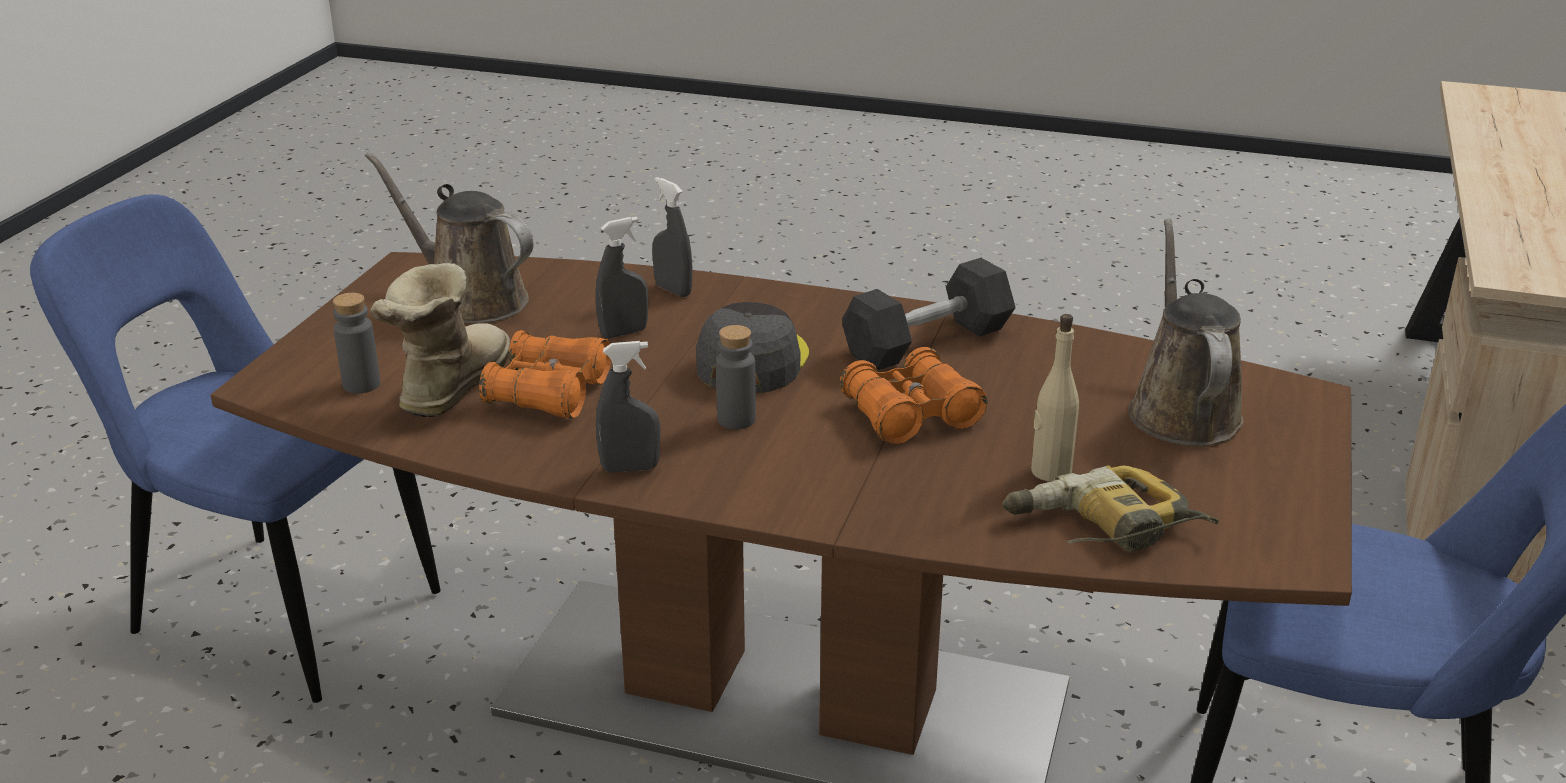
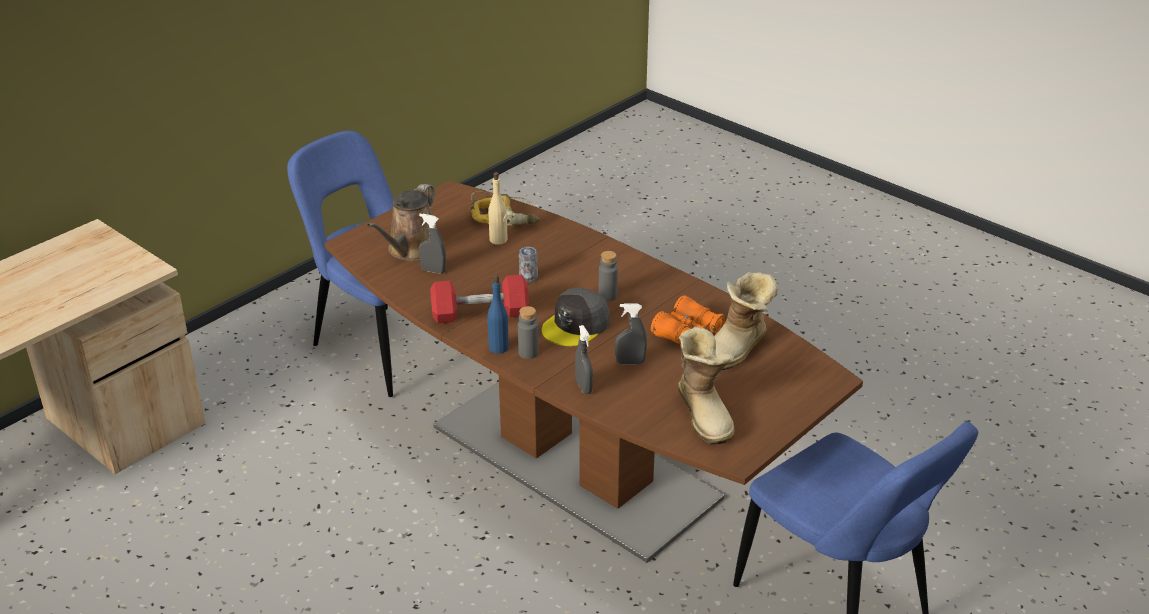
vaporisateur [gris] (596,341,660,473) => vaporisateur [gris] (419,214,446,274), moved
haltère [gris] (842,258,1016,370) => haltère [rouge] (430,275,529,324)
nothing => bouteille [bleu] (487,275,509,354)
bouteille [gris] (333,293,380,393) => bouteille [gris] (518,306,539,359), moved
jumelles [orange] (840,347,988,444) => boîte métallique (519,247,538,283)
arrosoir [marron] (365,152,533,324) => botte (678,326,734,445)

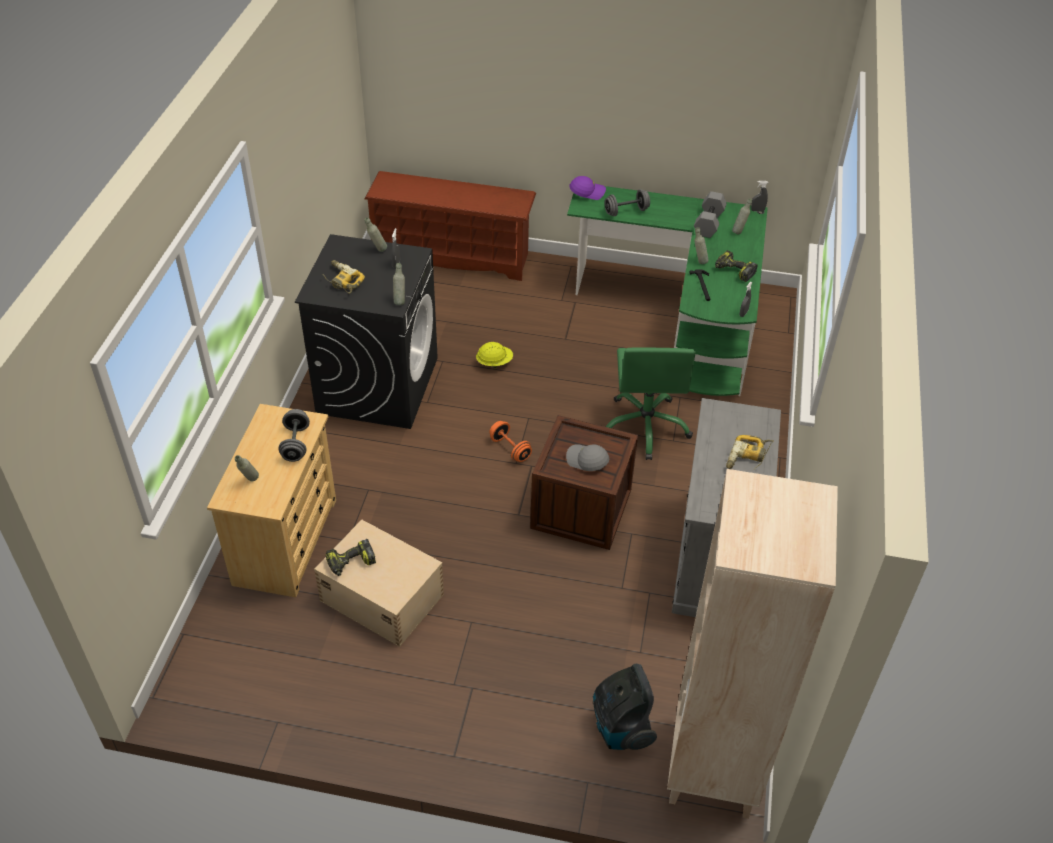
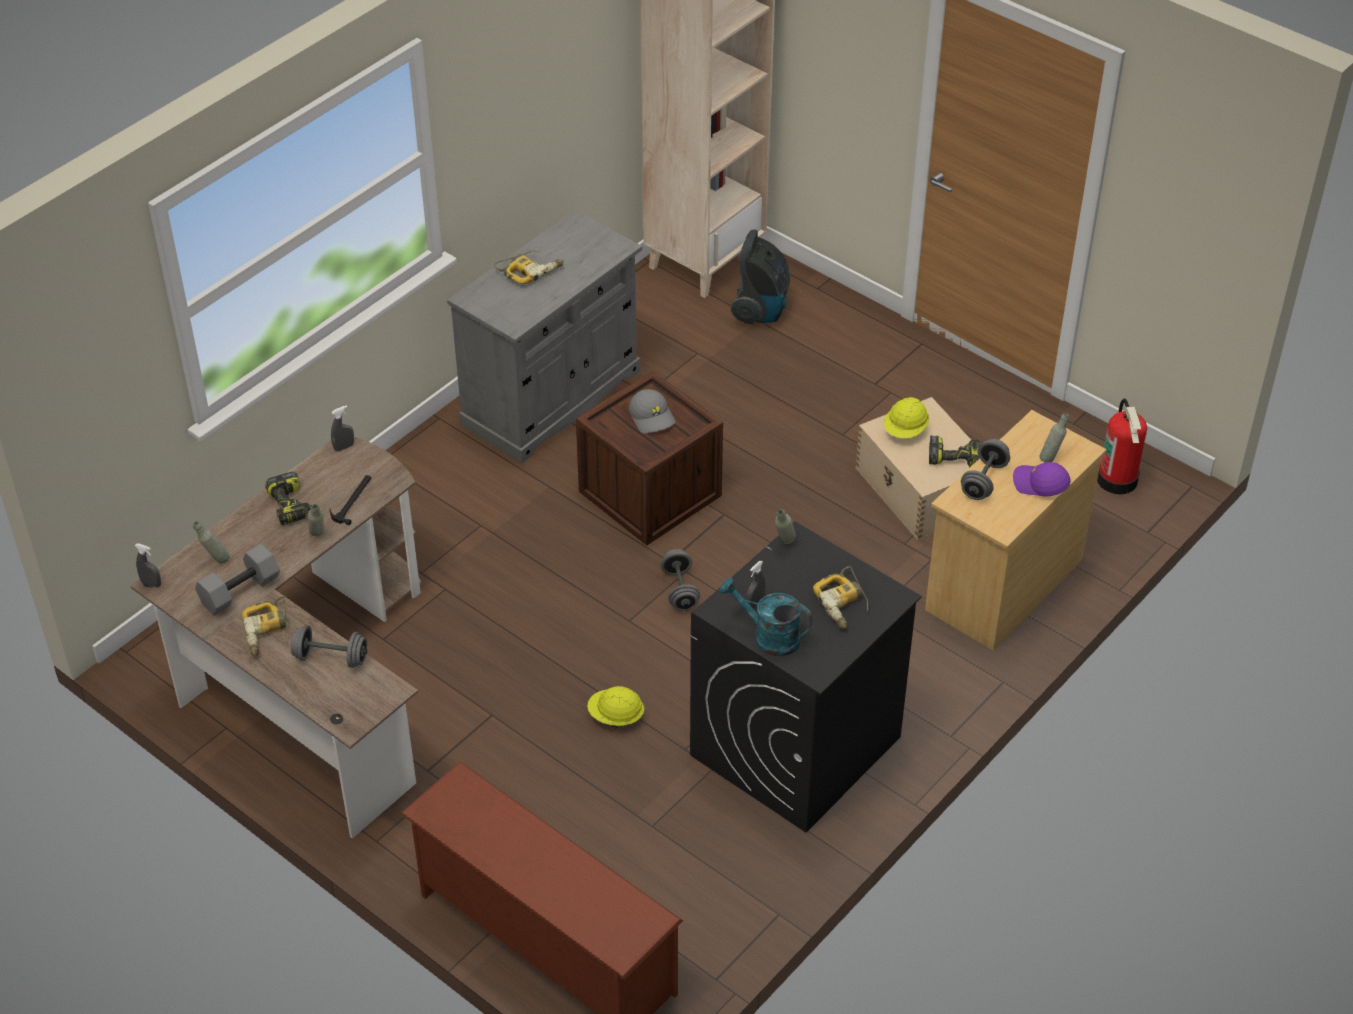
bureau [vert] (567,186,768,396) => bureau [marron] (131,437,421,838)
nothing => perceuse (242,596,288,656)
haltère [orange] (489,421,532,462) => haltère [gris] (661,549,700,611)
bouteille [gris] (364,217,387,252) => arrosoir [turquoise] (719,577,813,657)
nothing => casque de chantier [jaune] (884,397,929,438)
casquette [violet] (569,176,606,200) => casquette [violet] (1013,462,1071,497), moved
nothing => extincteur (1097,398,1147,494)
chaise de bureau [vert] (606,347,696,460) => nothing

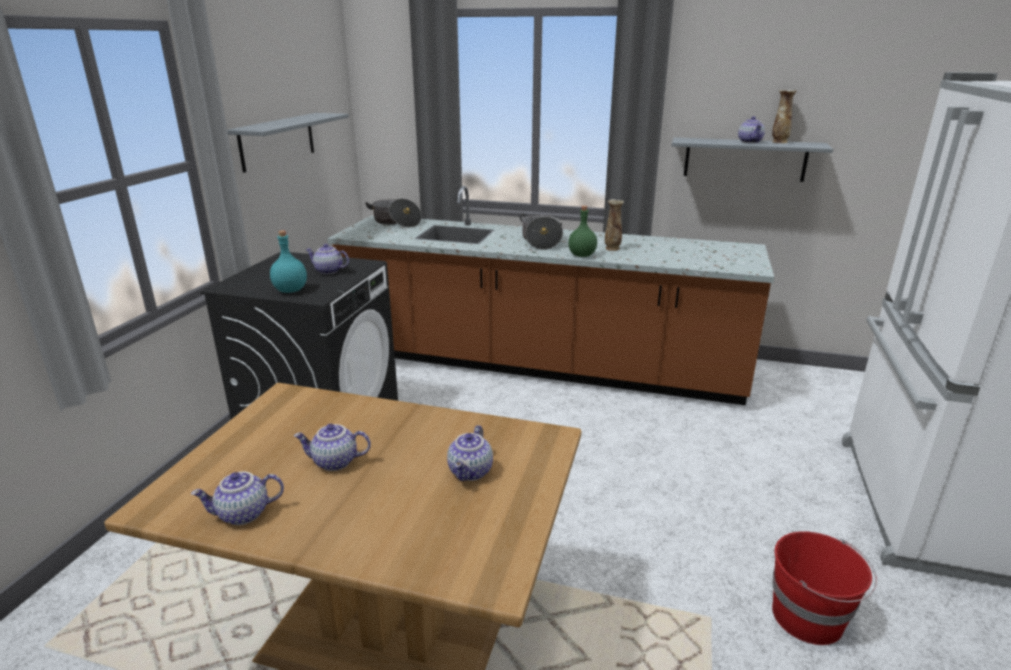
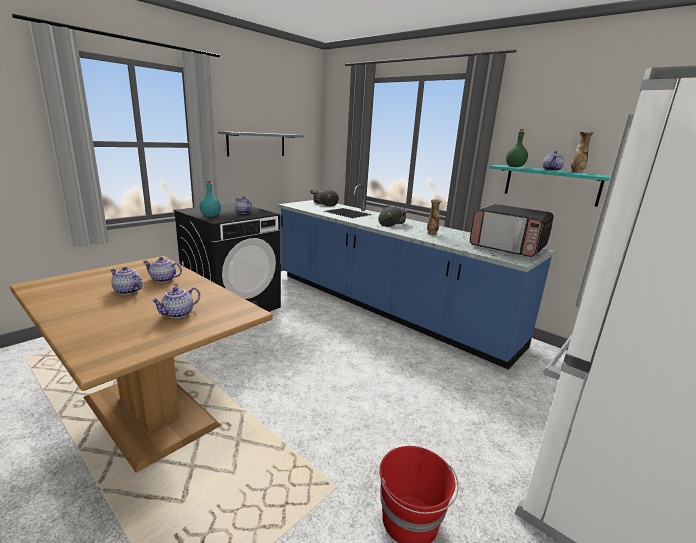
théière (191,472,284,525) => théière (143,257,182,283), moved
comptoir de cuisine [marron] (328,186,774,405) => comptoir de cuisine [bleu] (278,185,555,370)
nothing => micro-ondes (470,204,554,257)
étagère [gris] (672,137,833,182) => étagère [turquoise] (489,165,616,207)
bouteille [vert] (568,206,597,257) => bouteille [vert] (506,129,528,167), moved

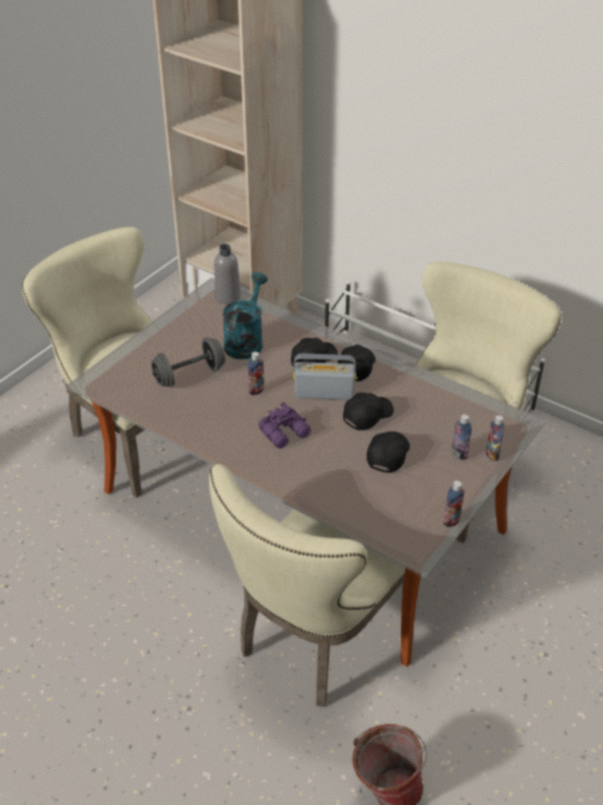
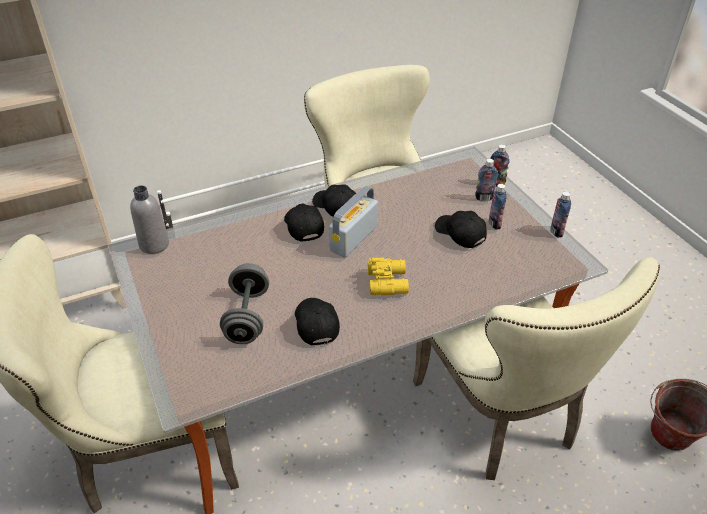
casquette [noir] (343,393,394,430) => casquette [noir] (295,298,340,345), moved
jumelles [violet] (258,402,311,449) => jumelles [jaune] (368,258,409,295)
bouteille (248,352,264,395) => bouteille (488,184,507,230), moved
arrosoir [turquoise] (223,272,268,359) => nothing

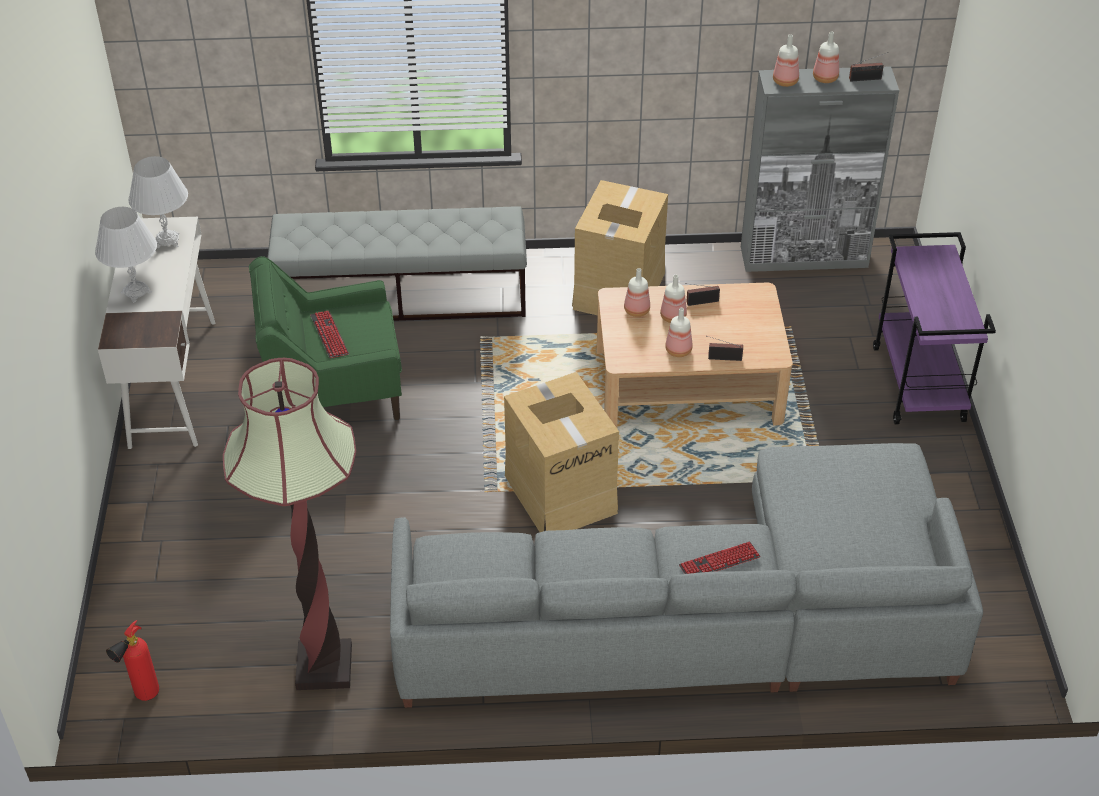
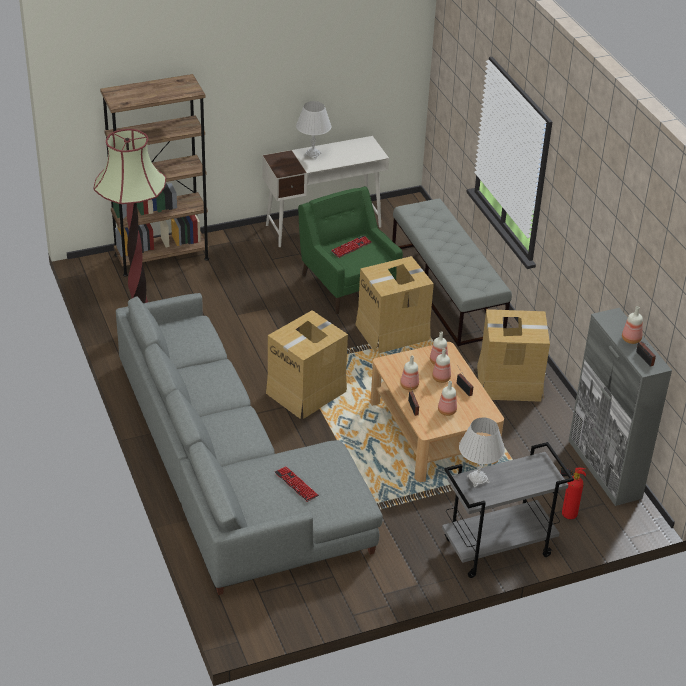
nothing => bibliothèque [marron] (100,74,209,277)
clavier (679,541,761,574) => clavier (275,466,319,502), moved
nothing => carton (356,256,434,354)
bouteille (773,34,799,87) => bouteille (438,381,457,416), moved
chariot [violet] (873,232,996,424) => chariot [gris] (442,442,574,578)
lampe de table [blanc] (128,156,188,248) => lampe de table [blanc] (459,417,505,487), moved
extincteur (106,620,159,701) => extincteur (560,467,586,519), moved

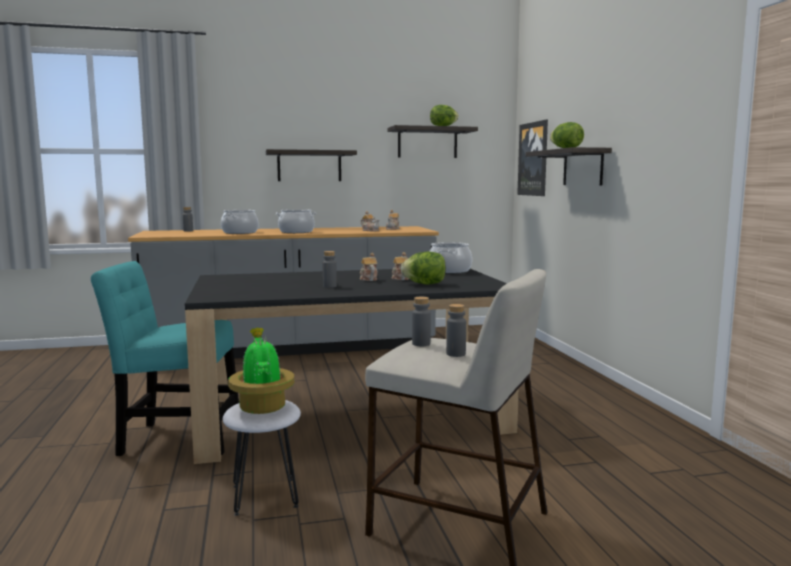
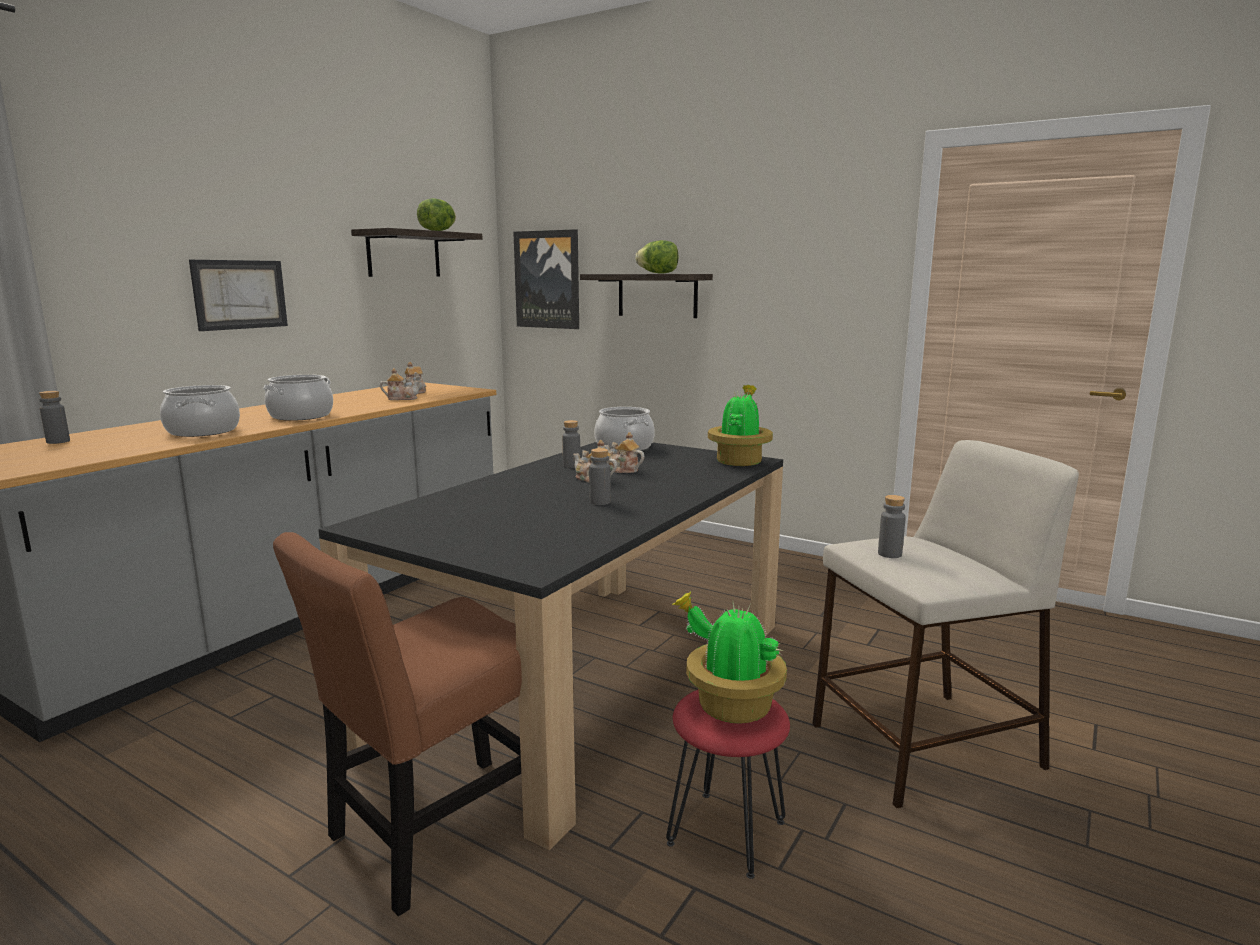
étagère (266,149,357,181) => tableau (189,260,288,331)
chaise [turquoise] (91,261,239,456) => chaise [marron] (273,532,522,916)
bouteille [gris] (446,304,466,357) => bouteille [gris] (562,420,580,468), moved
tabouret [blanc] (223,400,301,516) => tabouret [rouge] (666,690,790,879)
nothing => plante en pot (708,384,773,466)
laitue (401,252,446,284) => nothing

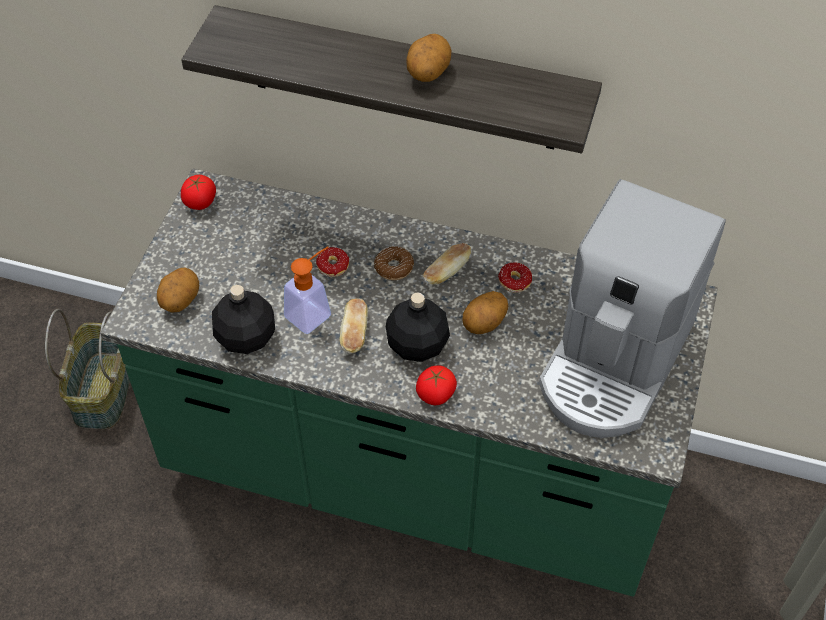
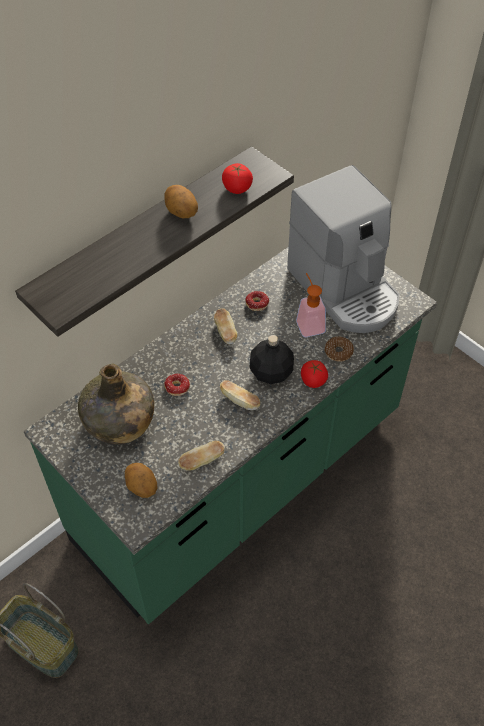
nothing => bouteille [vert] (78,364,154,444)
bouteille [noir] (212,285,275,354) => pain (178,441,225,471)
tomate (181,175,216,210) => tomate (222,163,253,194), moved
distributeur de savon (284,246,331,334) => distributeur de savon (296,273,326,337), moved
beignet (374,246,414,280) => beignet (325,336,354,362), moved
pomme de terre (463,291,508,334) => nothing

